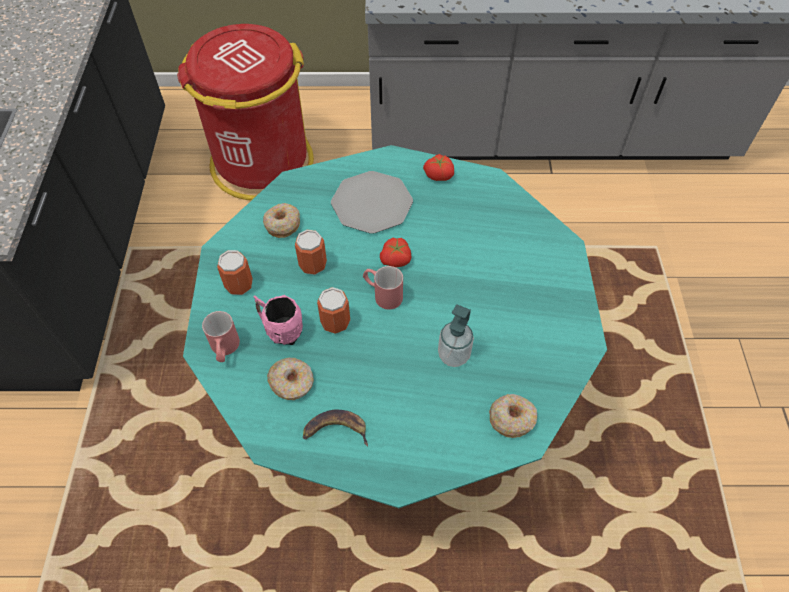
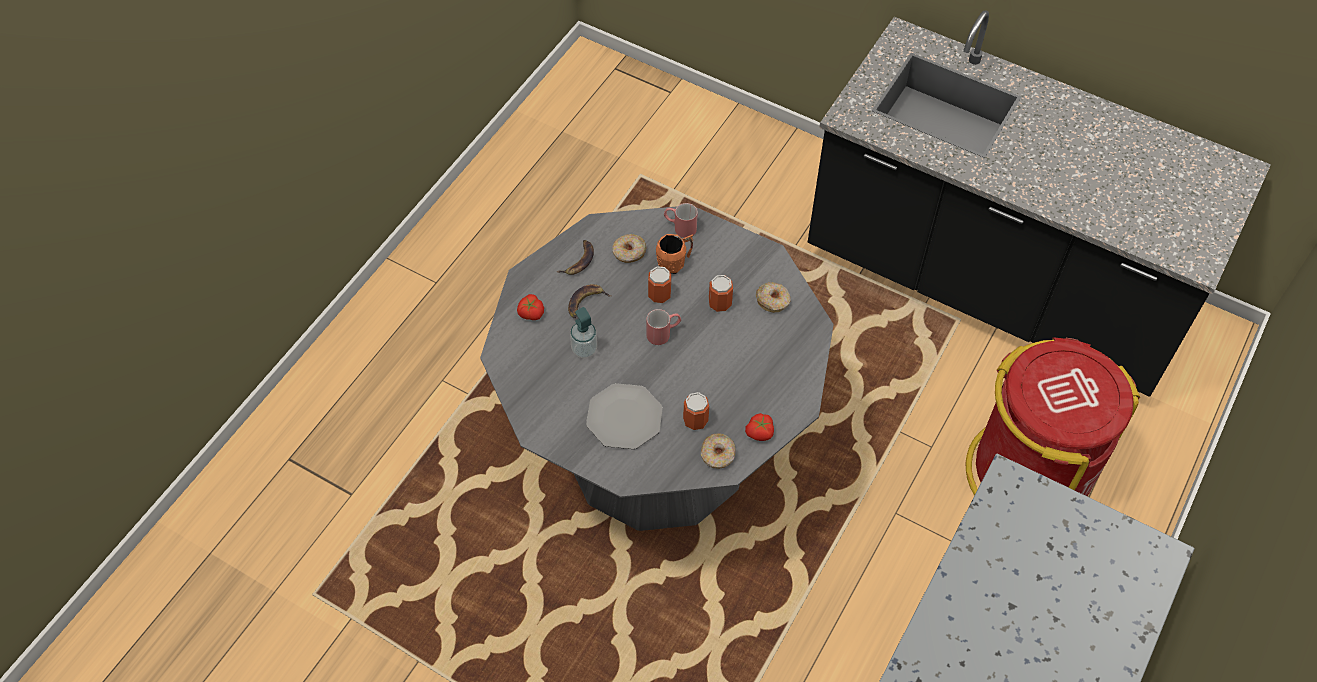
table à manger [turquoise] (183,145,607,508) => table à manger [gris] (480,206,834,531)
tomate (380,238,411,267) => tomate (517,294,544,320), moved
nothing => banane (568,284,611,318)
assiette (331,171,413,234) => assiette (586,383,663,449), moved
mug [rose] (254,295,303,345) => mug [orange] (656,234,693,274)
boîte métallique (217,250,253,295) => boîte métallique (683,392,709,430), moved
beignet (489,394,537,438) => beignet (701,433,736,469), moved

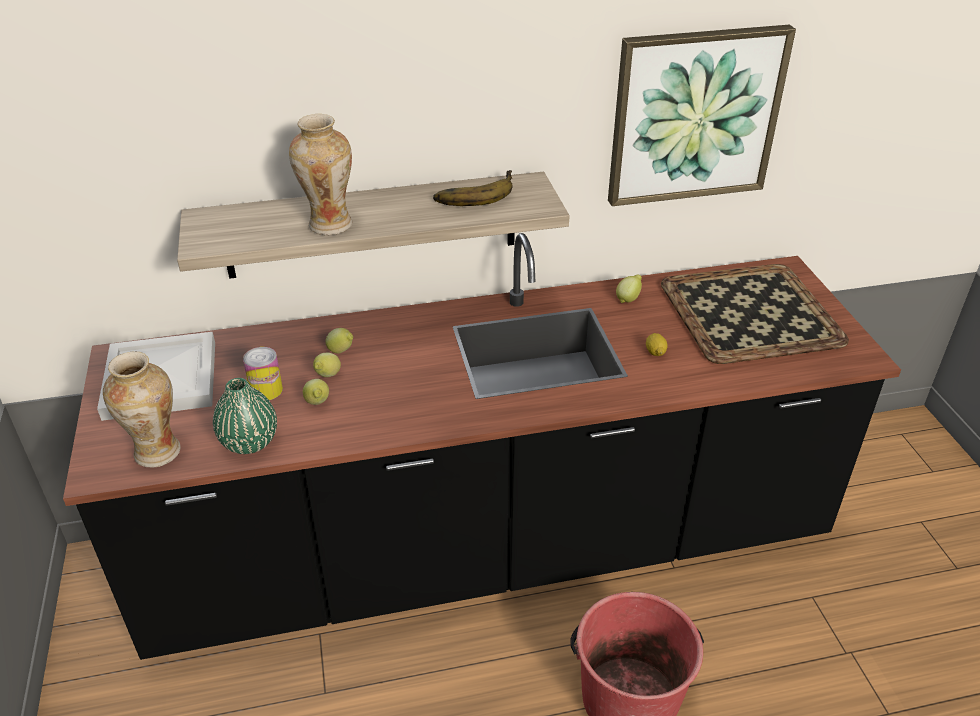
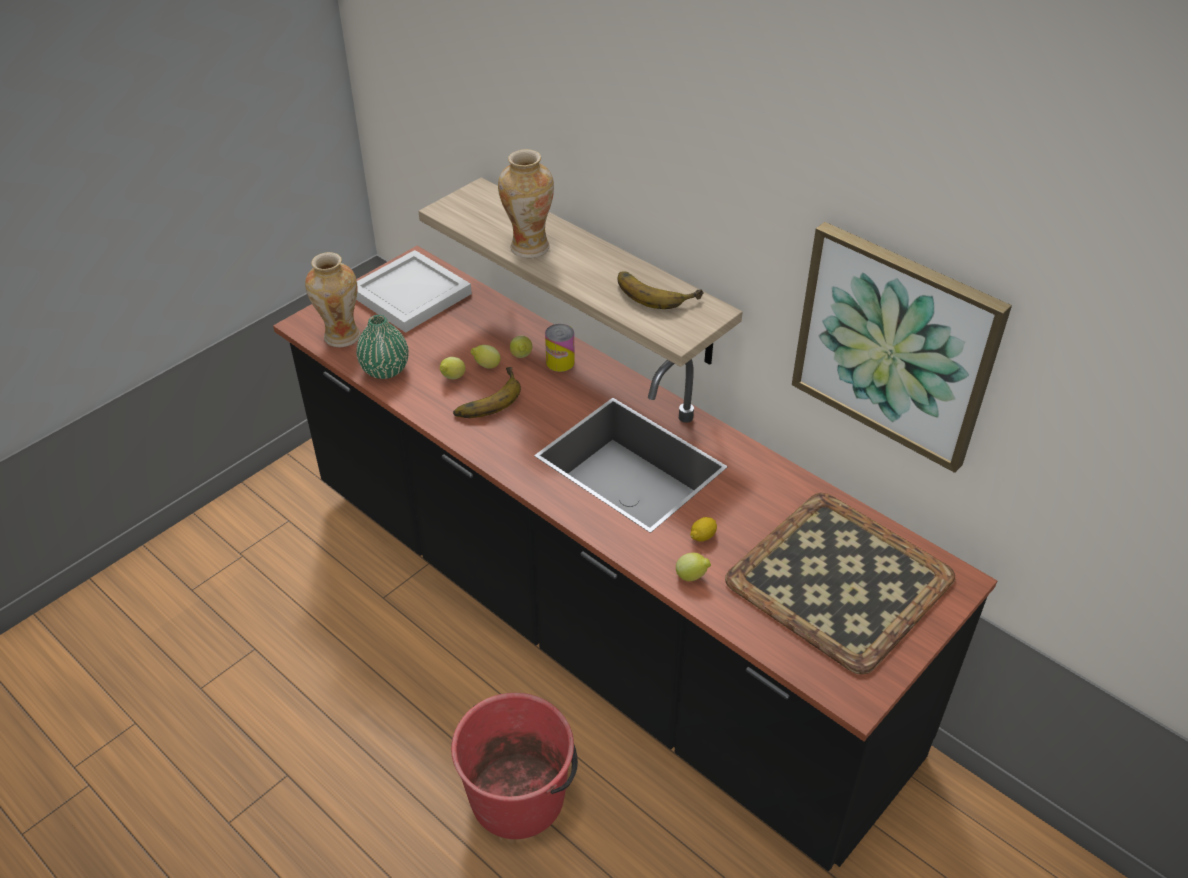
nothing => banane (453,367,521,418)
boîte métallique (243,347,283,400) => boîte métallique (545,324,575,372), moved
citron (616,275,642,303) => citron (676,553,711,581), moved

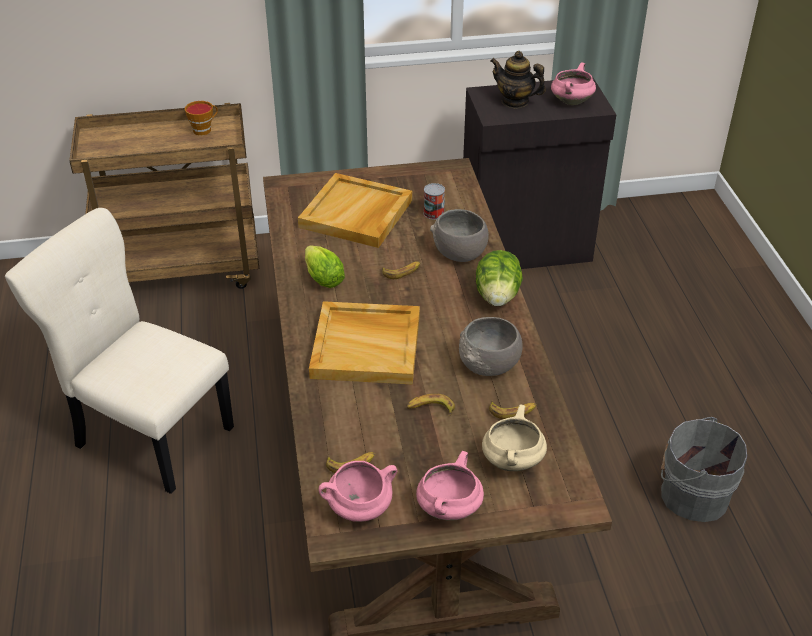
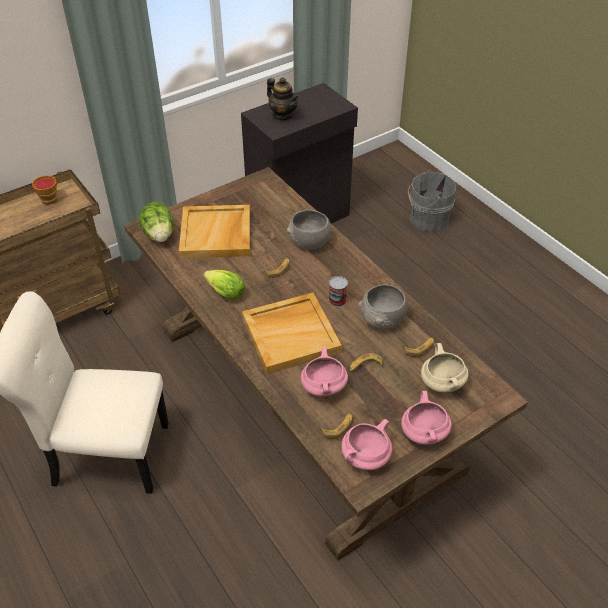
laitue (476,250,523,306) => laitue (139,202,174,242), moved
théière (491,51,546,108) => théière (267,77,299,120), 135 degrees counterclockwise
marmite [rose] (551,62,596,105) => marmite [rose] (301,347,348,397), moved
boîte métallique (424,183,445,220) => boîte métallique (329,276,348,307), moved
seau [gris] (661,417,747,522) => seau [gris] (408,170,456,231), moved

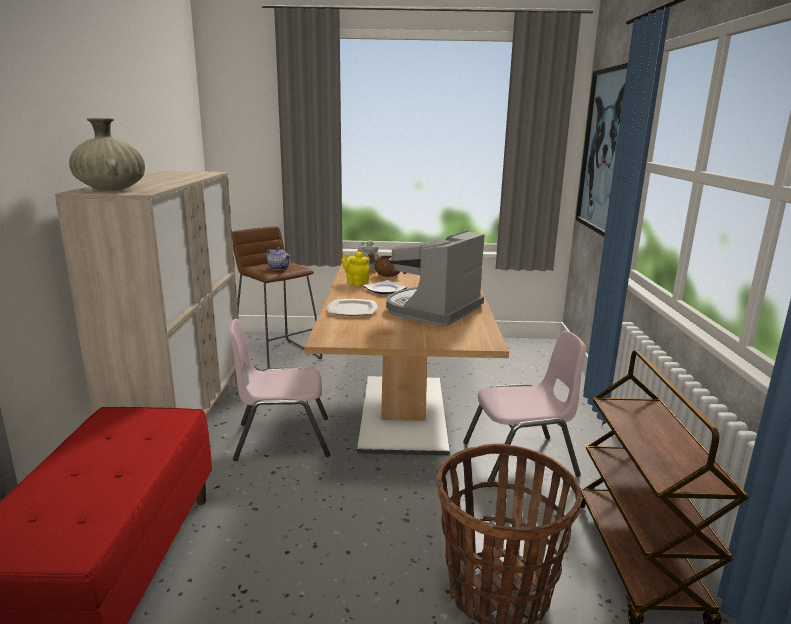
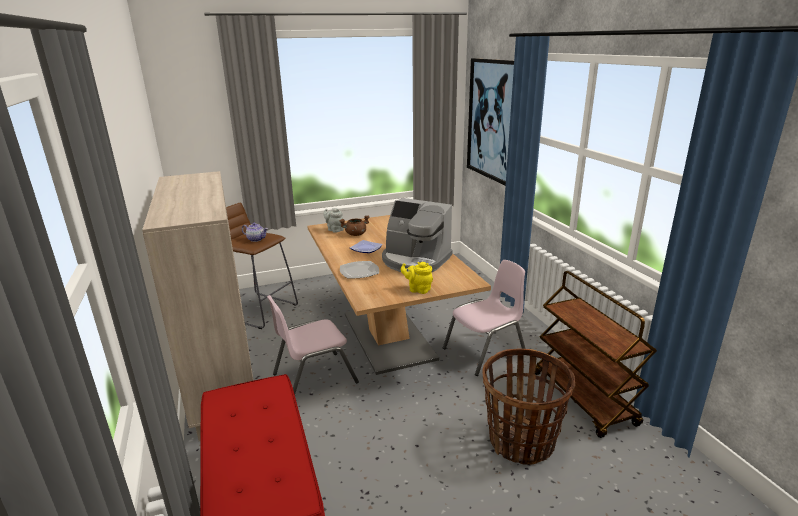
machine à café (386,230,485,326) => machine à café (382,198,452,272), 75 degrees counterclockwise
théière [jaune] (342,252,369,286) => théière [jaune] (401,262,433,294), moved
vase [beige] (69,118,145,190) => nothing

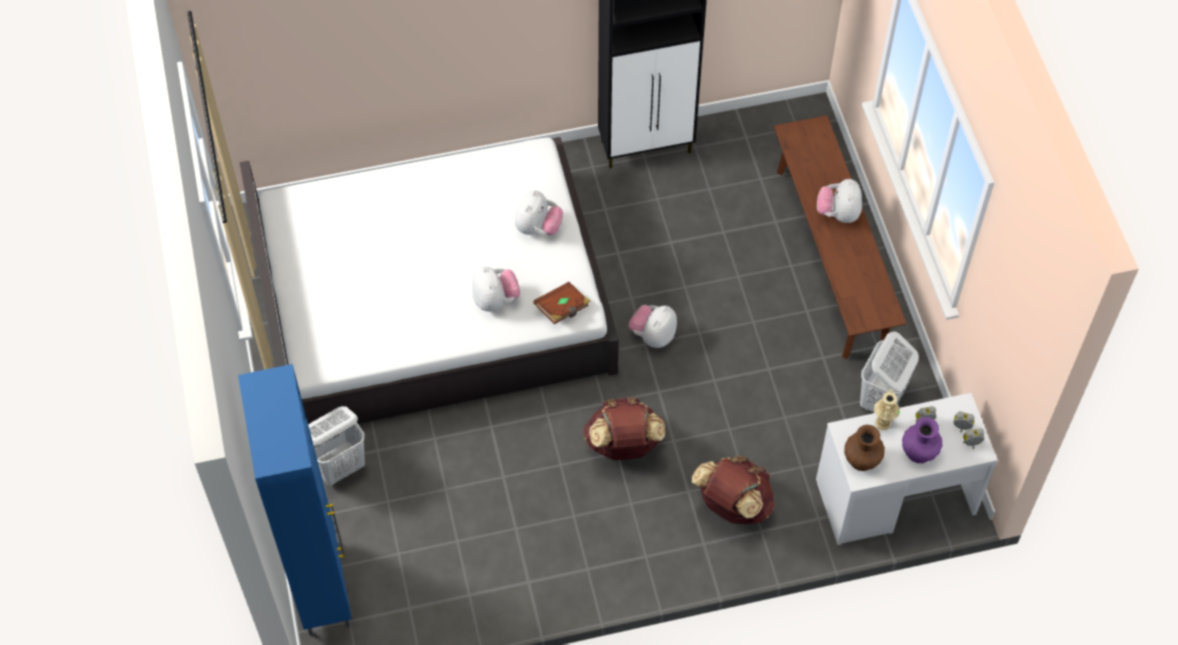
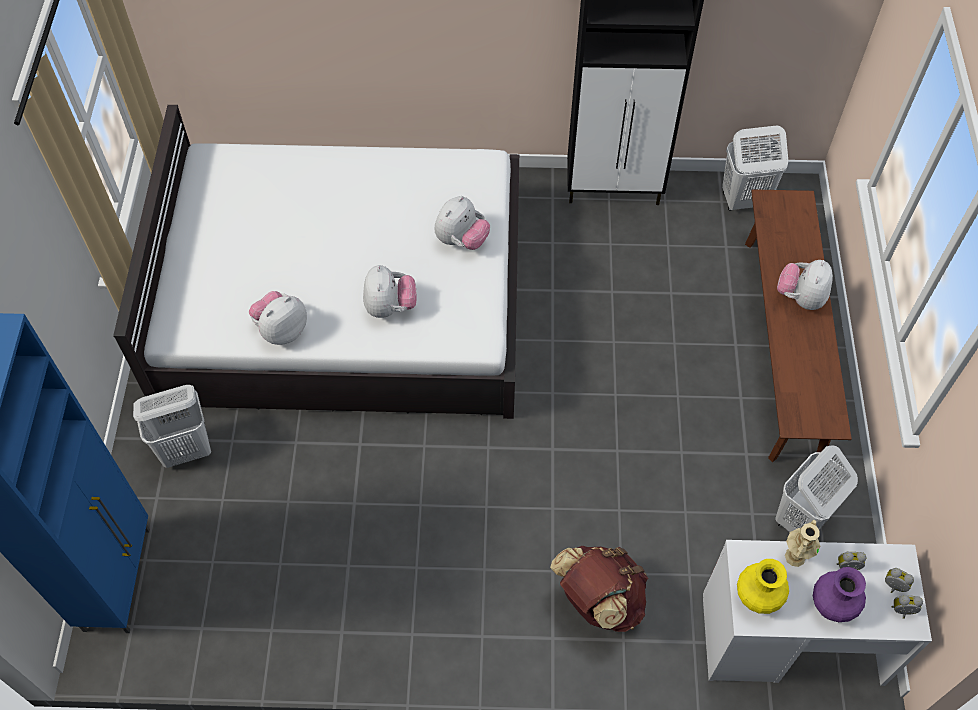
peluche (629,305,677,348) => peluche (249,291,307,345), moved
nothing => panier à linge [blanc] (722,125,789,211)
vase [marron] (844,425,885,471) => vase [jaune] (737,559,789,614)
livre [marron] (533,282,591,324) => nothing
sac à dos [marron] (583,397,666,460) => nothing

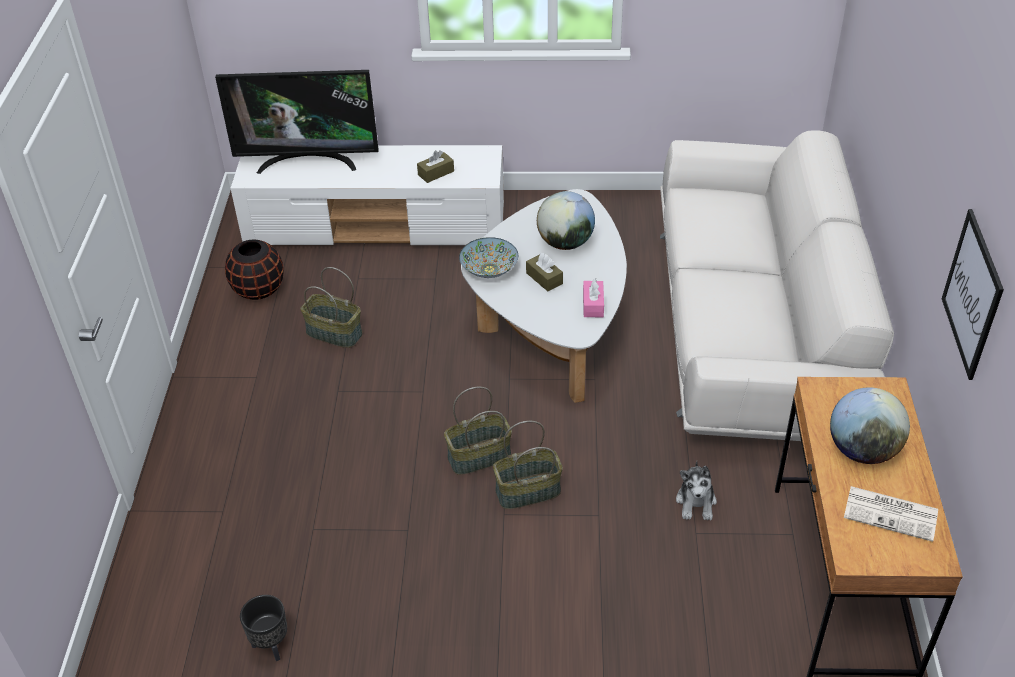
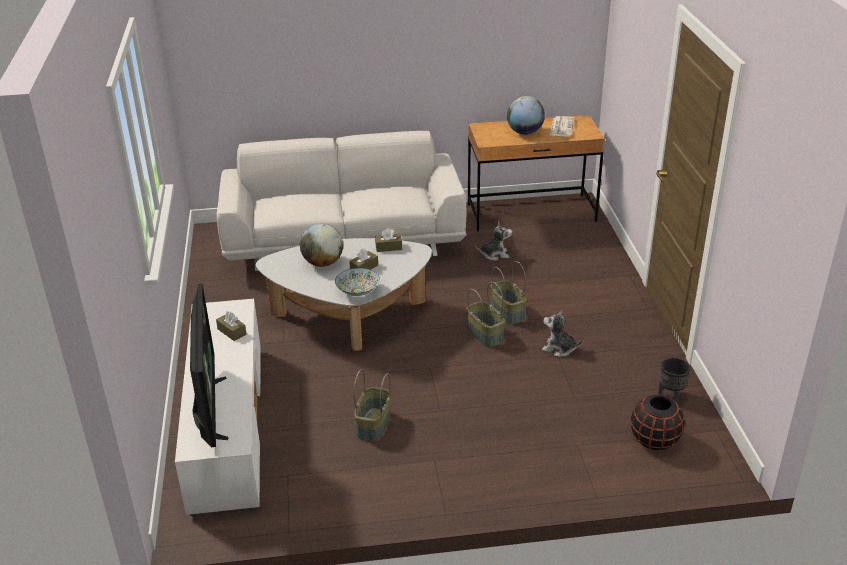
boîte à mouchoirs [rose] (583,278,604,317) => boîte à mouchoirs [marron] (375,228,402,252)
nothing => peluche (542,310,583,357)
vase [noir] (225,240,284,300) => vase [noir] (631,395,685,450), moved
tableau (942,209,1004,380) => nothing

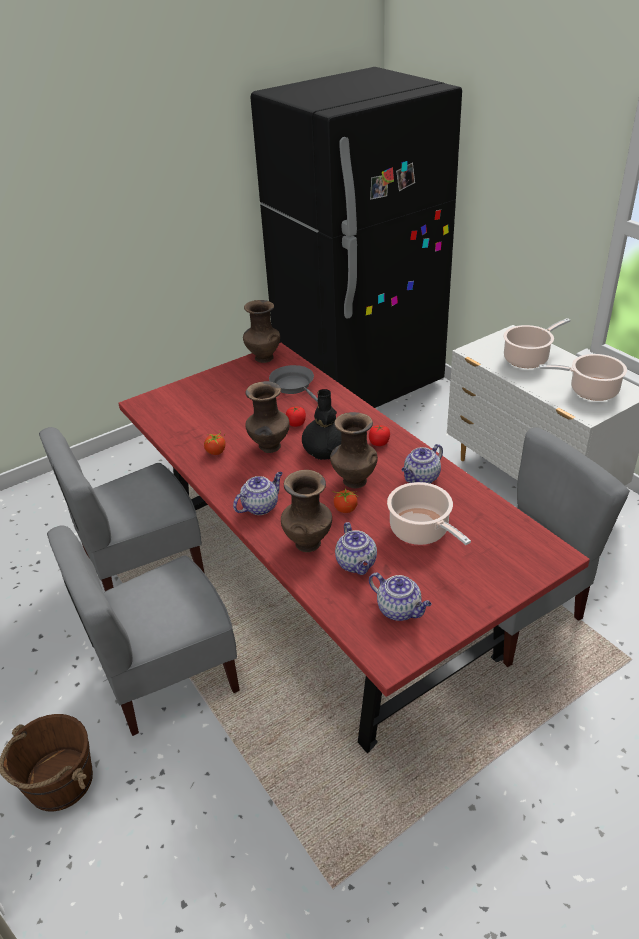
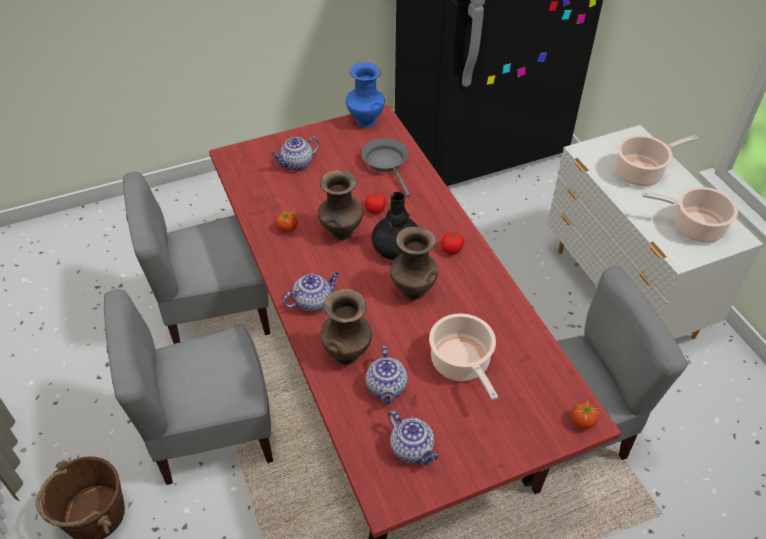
théière (401,444,443,484) => théière (271,137,320,171), moved
vase [marron] (243,300,280,363) => vase [bleu] (346,62,385,128)
tomate (333,487,358,513) => tomate (571,400,599,429), moved

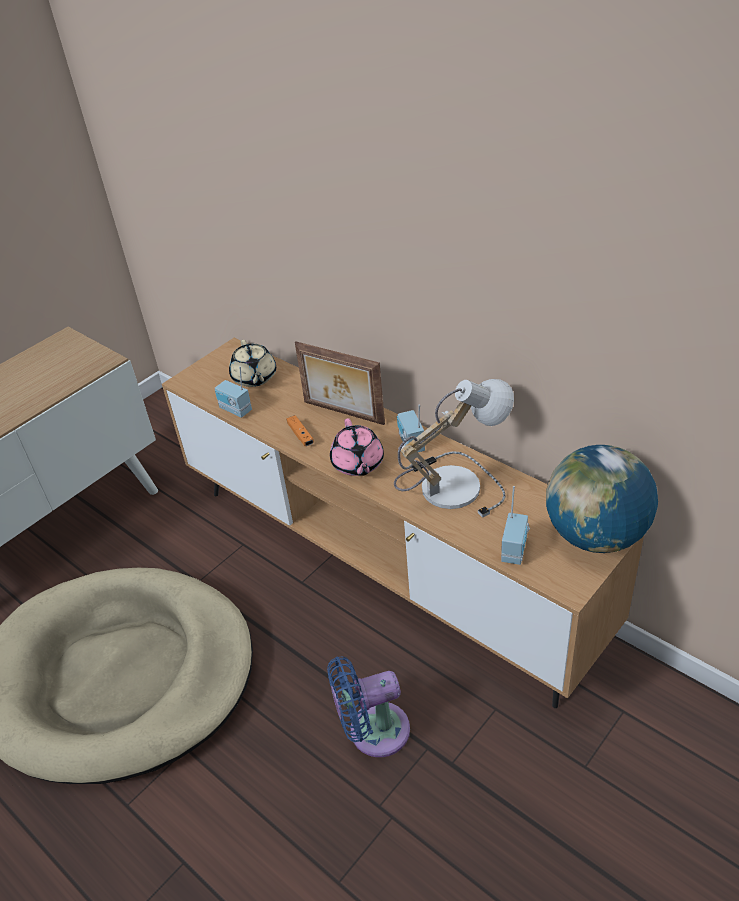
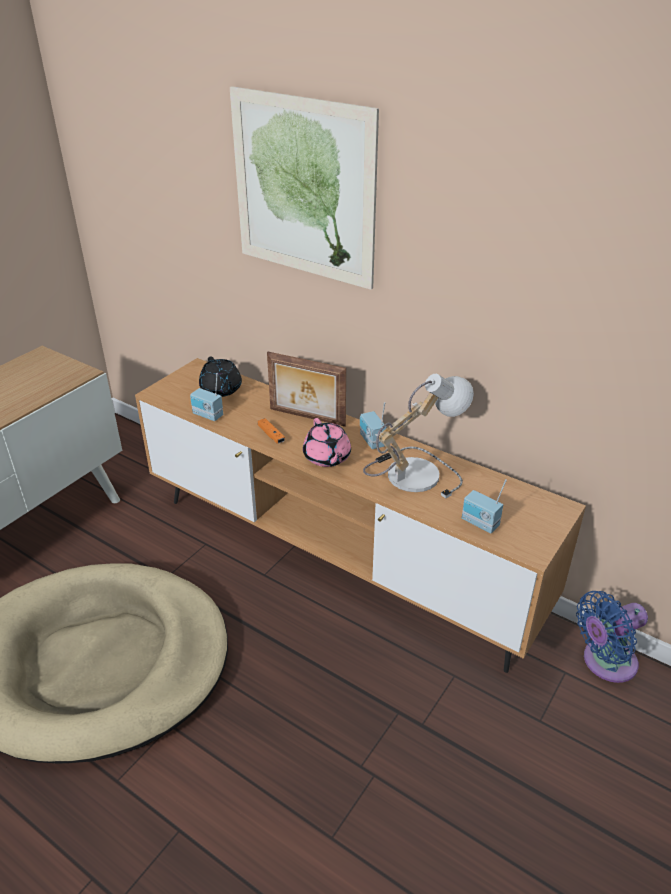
théière [beige] (229,340,276,387) => théière [noir] (199,357,242,397)
nothing => tableau (230,86,379,290)
radio (501,486,530,565) => radio (462,479,507,533), 120 degrees clockwise
ventilateur [bleu] (327,656,410,757) => ventilateur [bleu] (576,591,648,683), moved
globe (546,445,658,553) => nothing

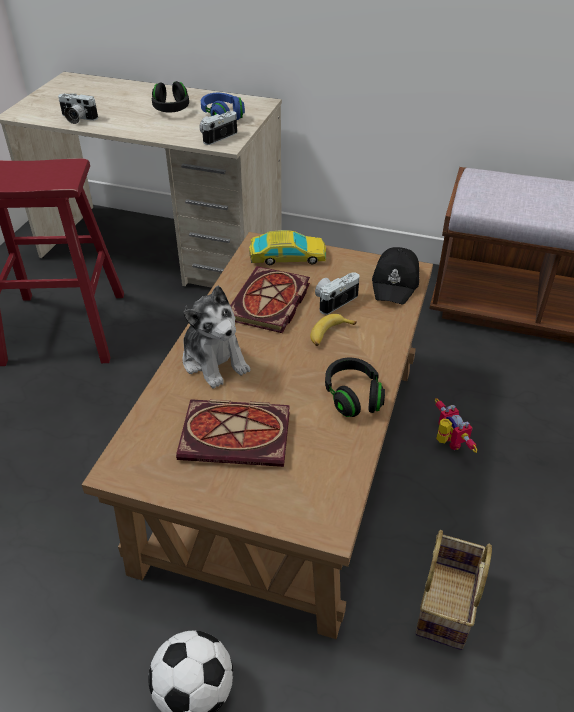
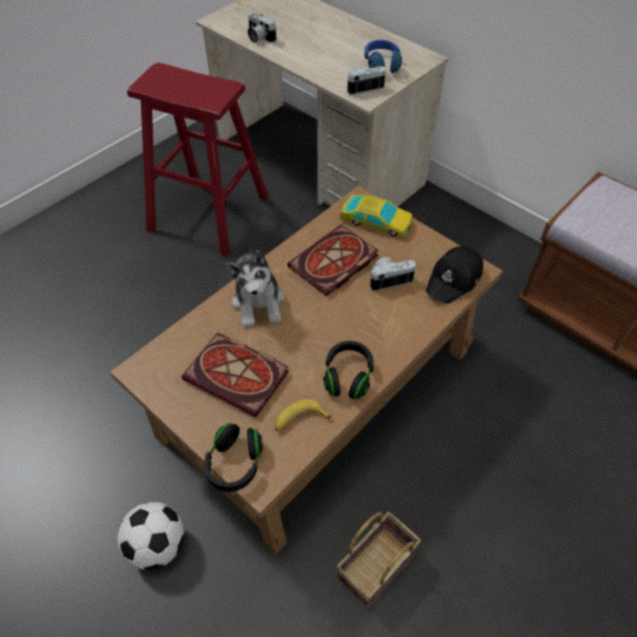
casque audio [noir] (152,81,189,113) => casque audio [noir] (204,423,263,492), moved
banane (310,314,357,346) => banane (275,399,332,431), moved
robot jouet (435,398,477,453) => nothing

